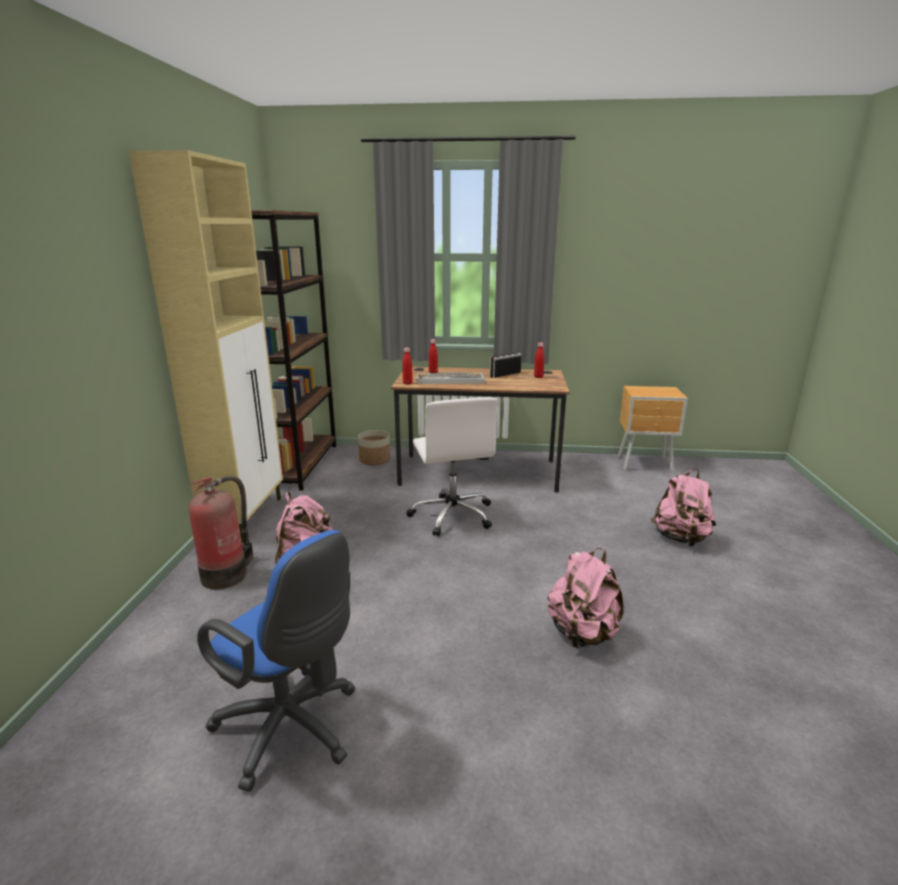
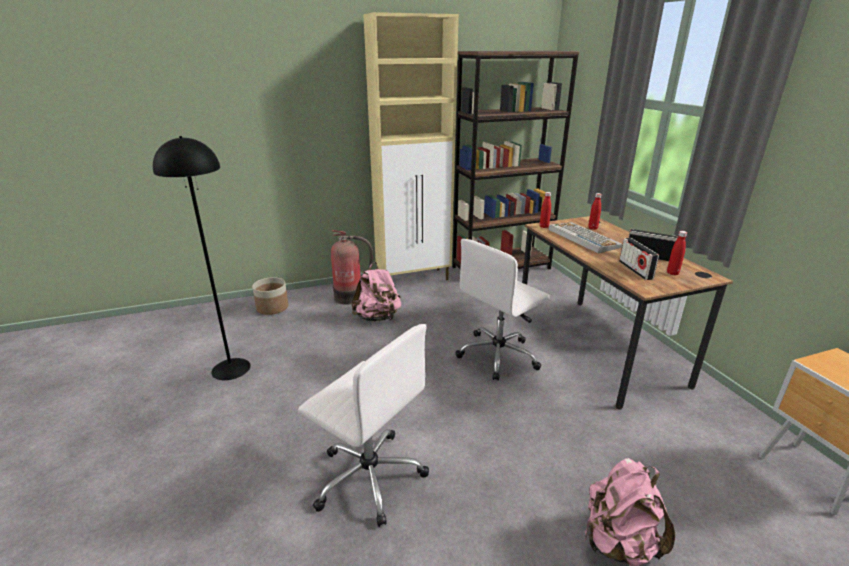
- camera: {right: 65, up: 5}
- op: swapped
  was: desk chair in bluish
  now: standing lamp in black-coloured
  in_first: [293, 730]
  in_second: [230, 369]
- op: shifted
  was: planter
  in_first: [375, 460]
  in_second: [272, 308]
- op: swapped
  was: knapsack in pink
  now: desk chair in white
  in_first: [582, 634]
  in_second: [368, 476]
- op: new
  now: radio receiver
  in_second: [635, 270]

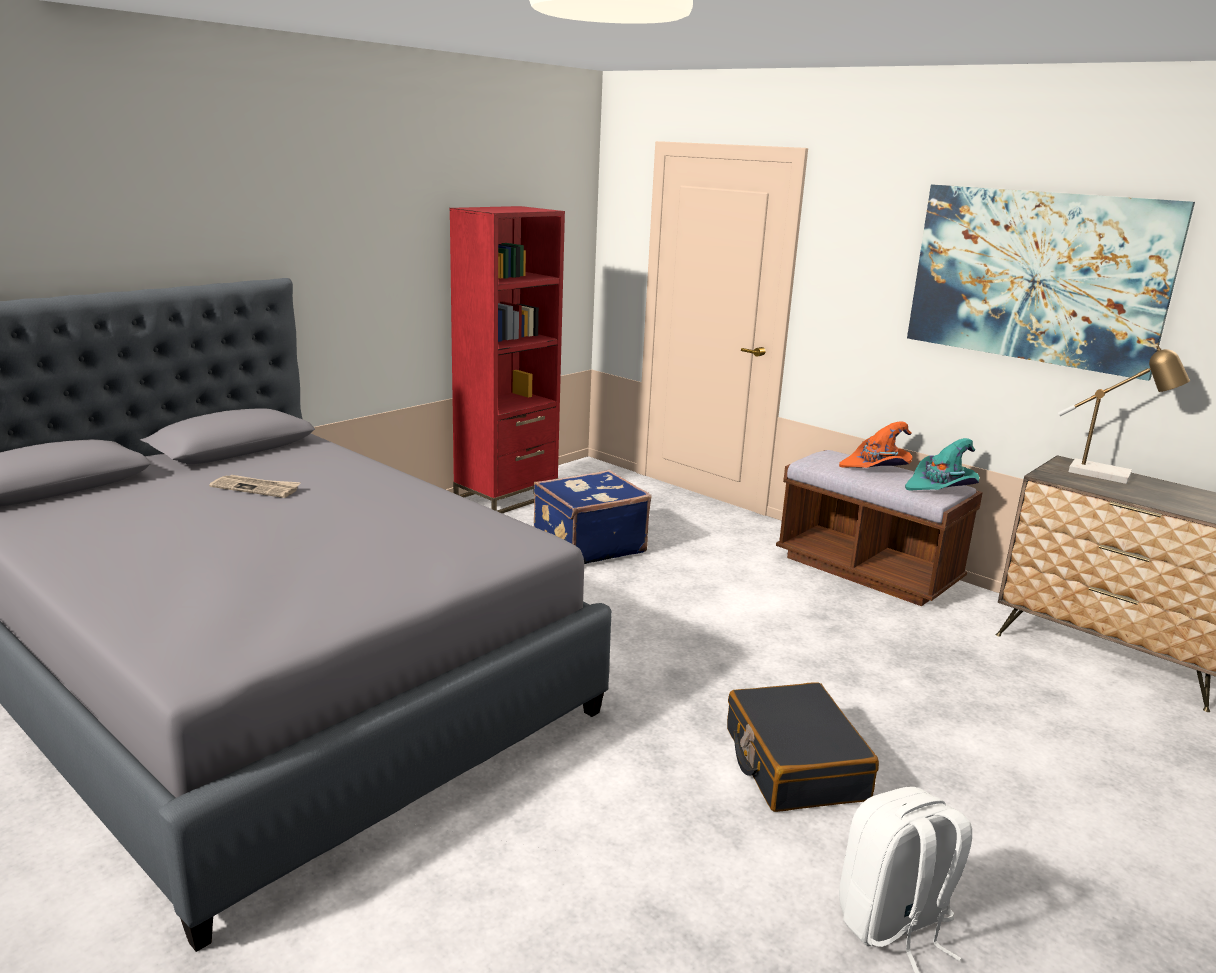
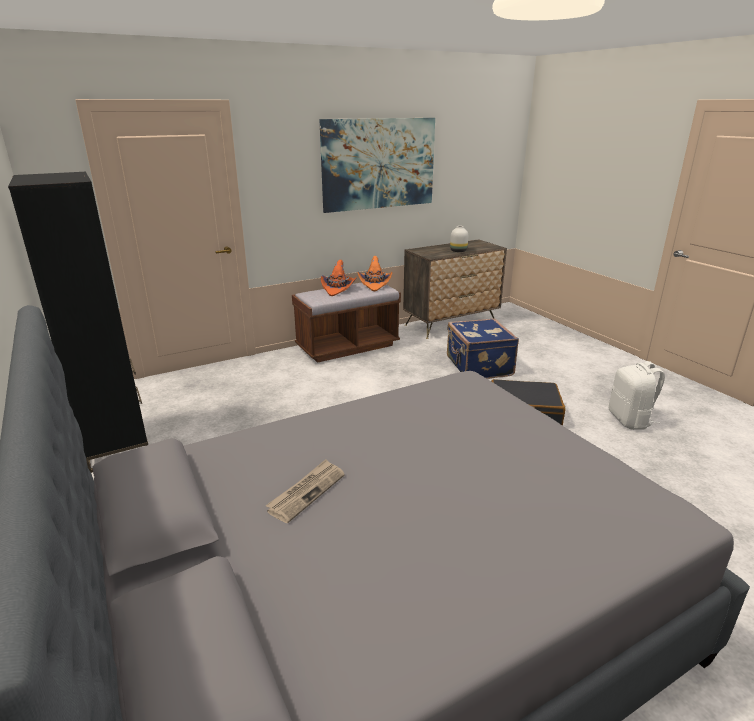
- camera: {right: -70, up: 5}
- op: repainted
  was: shelving unit in reddish
  now: shelving unit in black-coloured
  in_first: [506, 497]
  in_second: [116, 444]
- op: shifted
  was: piece of luggage in bluish
  in_first: [587, 546]
  in_second: [478, 367]
- op: repainted
  was: wearable hat in blue-green
  now: wearable hat in orangey
  in_first: [941, 487]
  in_second: [375, 284]
- op: gone
  was: table lamp
  in_first: [1108, 475]
- op: new
  now: decorative vase in white
  in_second: [458, 251]

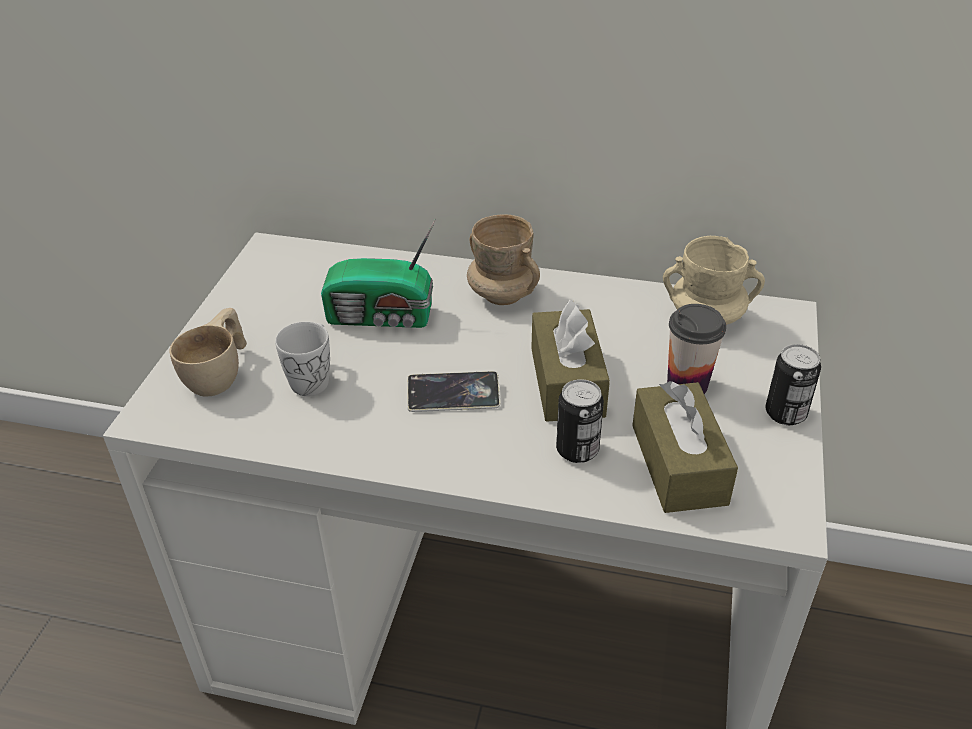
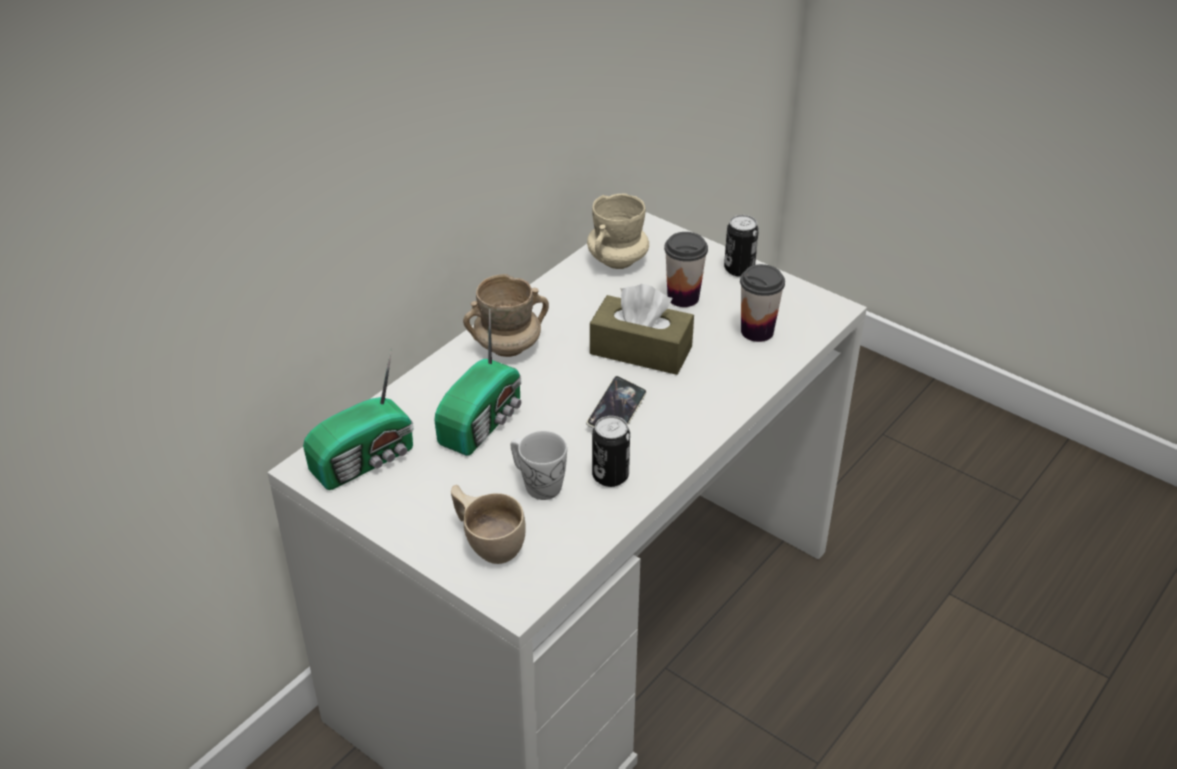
- camera: {right: -65, up: 0}
- op: shifted
  was: sealed can
  in_first: [577, 450]
  in_second: [610, 476]
- op: swapped
  was: box of tissues in brown-coloured
  now: cup
  in_first: [678, 464]
  in_second: [757, 331]
- op: new
  now: radio receiver
  in_second: [366, 460]

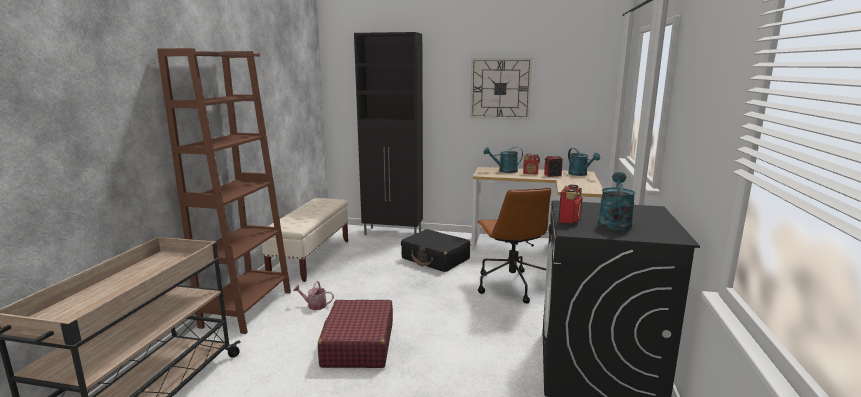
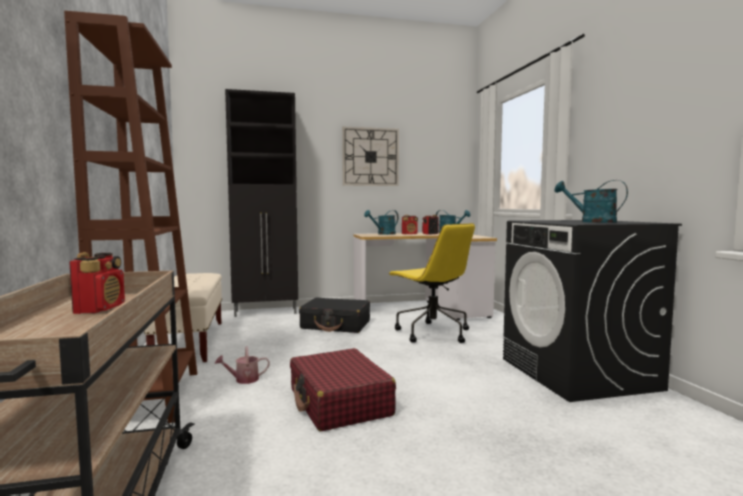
- camera: {right: -25, up: -10}
- op: repainted
  was: desk chair in brown-coloured
  now: desk chair in yellow
  in_first: [511, 285]
  in_second: [432, 333]
- op: shifted
  was: radio receiver
  in_first: [569, 220]
  in_second: [100, 309]
- op: rotated
  was: watering pot in blue-green
  in_first: [614, 222]
  in_second: [591, 222]
  clockwise: -45

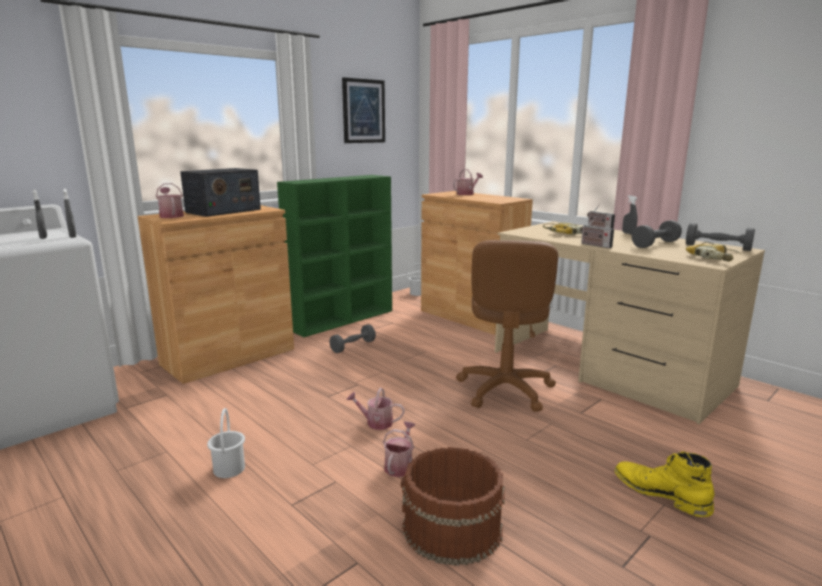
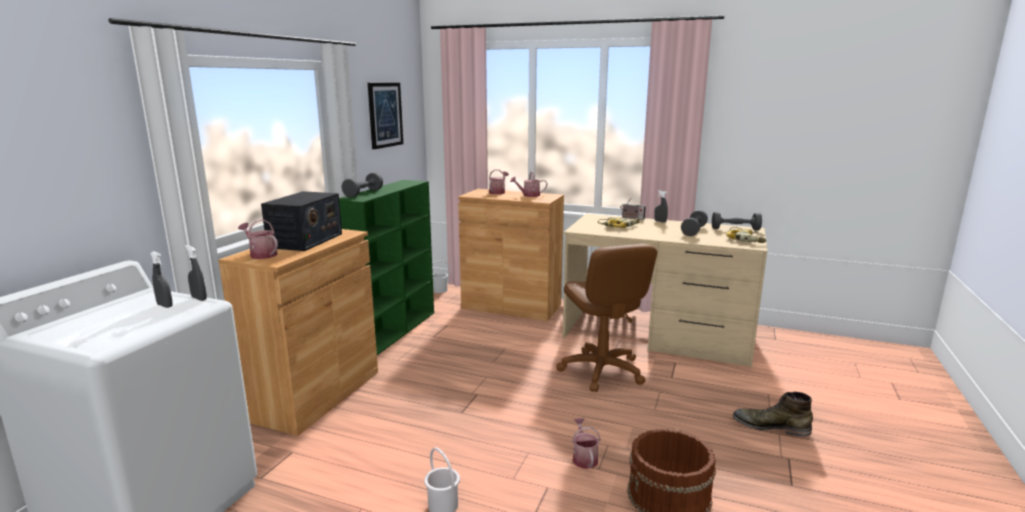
- camera: {right: -25, up: 0}
- op: shifted
  was: hand weight in greyish
  in_first: [353, 346]
  in_second: [363, 193]
- op: shifted
  was: watering pot
  in_first: [376, 422]
  in_second: [529, 195]
- op: gone
  was: radio receiver
  in_first: [594, 245]
- op: repainted
  was: boot in yellow
  now: boot in greenish
  in_first: [660, 493]
  in_second: [770, 426]

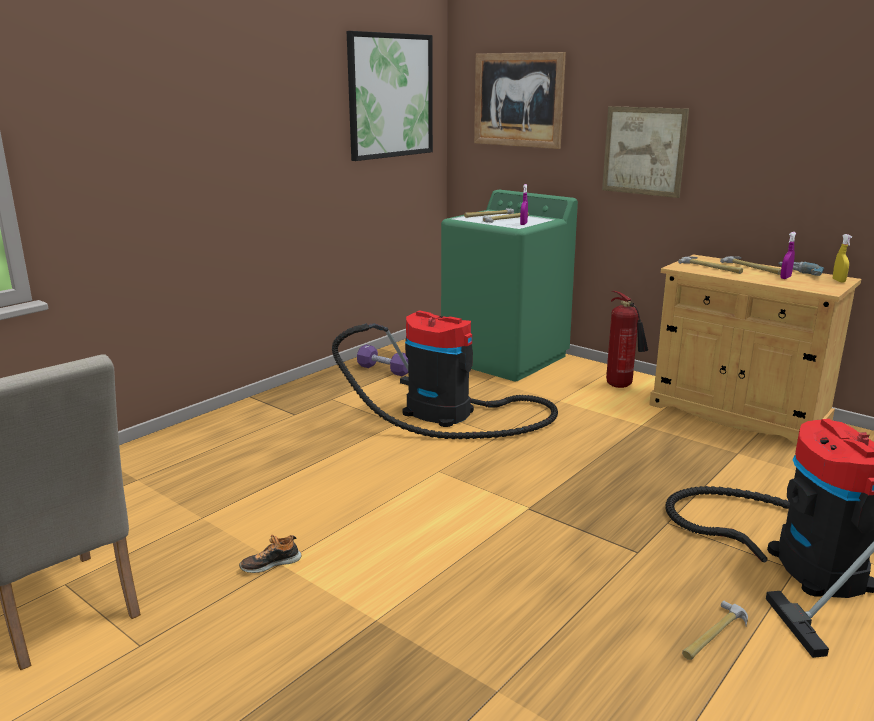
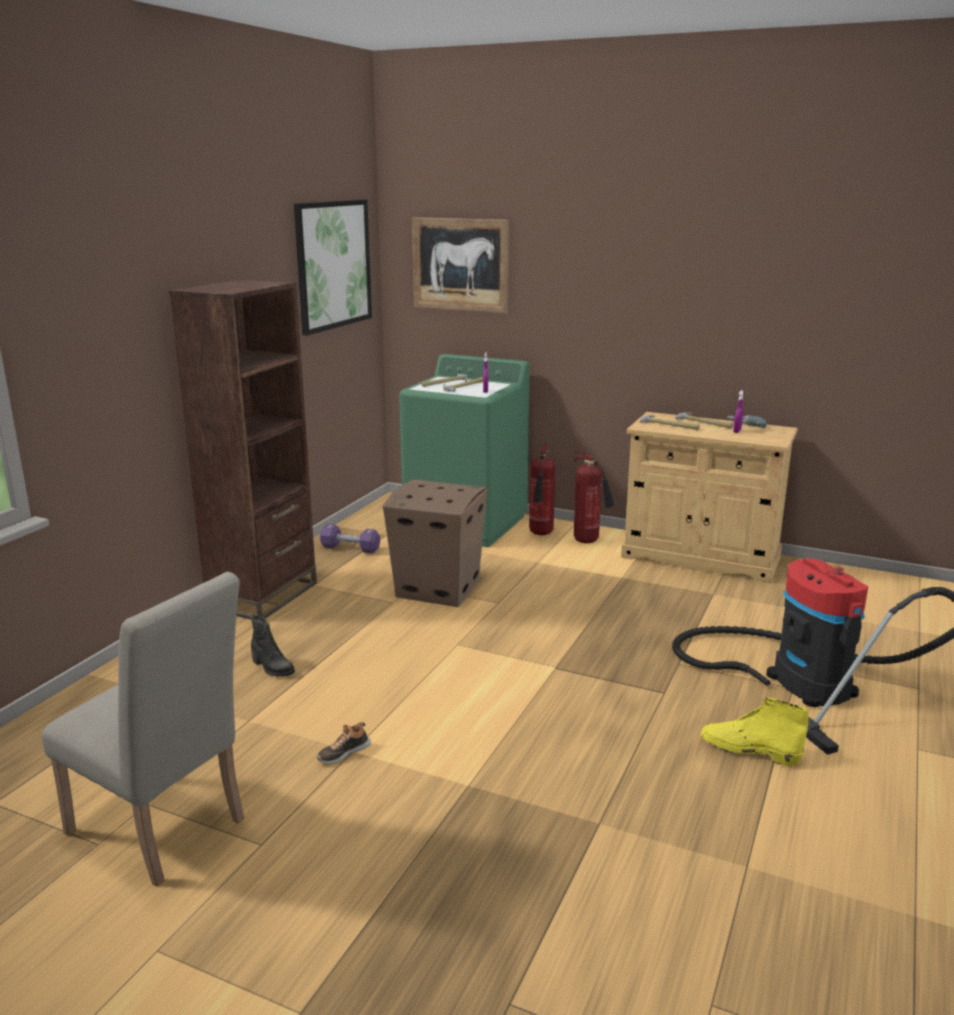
- camera: {right: -15, up: 0}
- op: swapped
  was: vacuum cleaner
  now: packing box
  in_first: [446, 414]
  in_second: [436, 588]
- op: gone
  was: picture
  in_first: [644, 151]
- op: swapped
  was: tool hammer
  now: boot in yellow
  in_first: [713, 634]
  in_second: [749, 750]
- op: gone
  was: hand sprayer in yellow
  in_first: [838, 281]
- op: new
  now: shelving unit in brown-coloured
  in_second: [263, 595]
- op: new
  now: boot in black-coloured
  in_second: [272, 668]
- op: new
  now: fire extinguisher
  in_second: [541, 534]

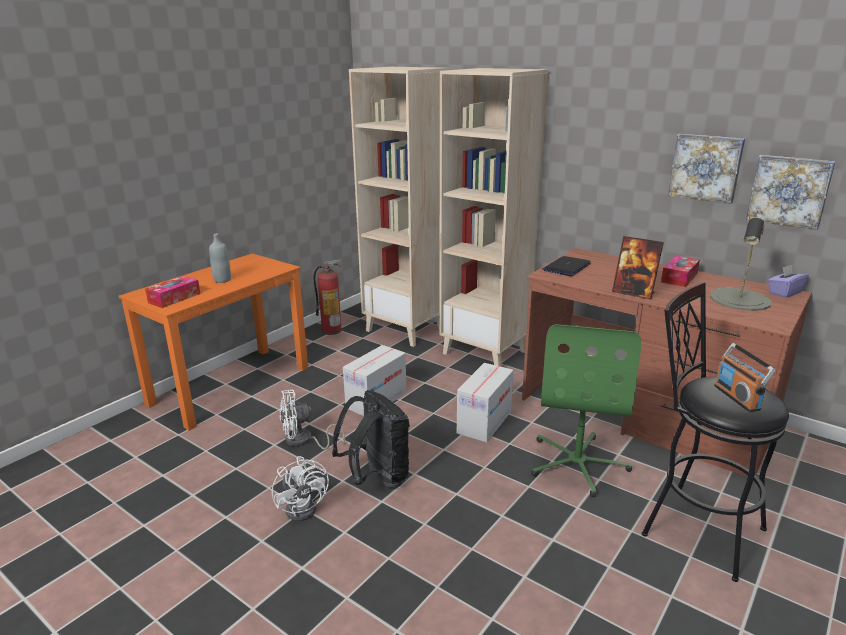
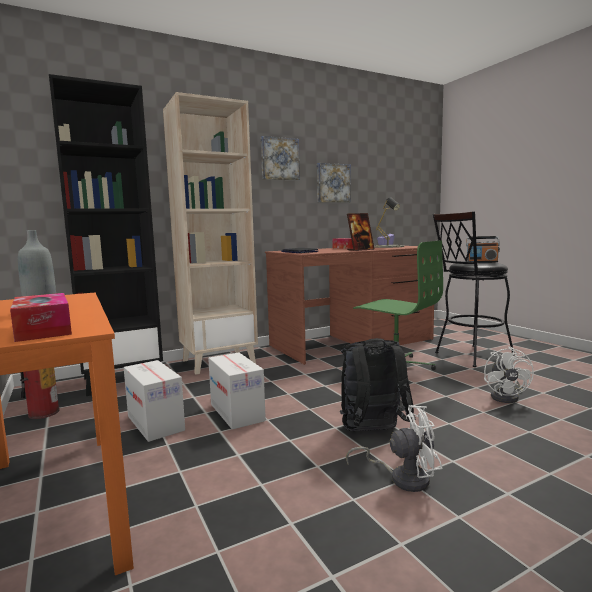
- camera: {right: -65, up: -15}
- op: shifted
  was: fan in white
  in_first: [303, 441]
  in_second: [507, 397]
- op: repainted
  was: shelving unit in beige
  now: shelving unit in black-coloured
  in_first: [405, 330]
  in_second: [123, 380]
- op: shifted
  was: packing box
  in_first: [484, 422]
  in_second: [155, 423]
- op: shifted
  was: picture
  in_first: [789, 191]
  in_second: [279, 159]

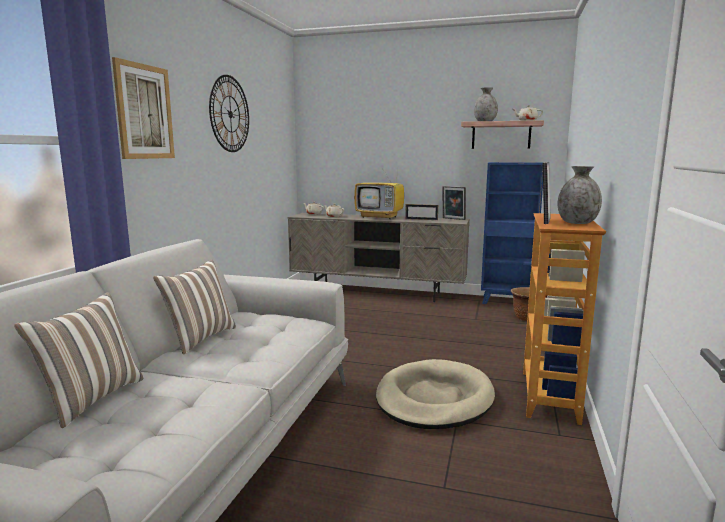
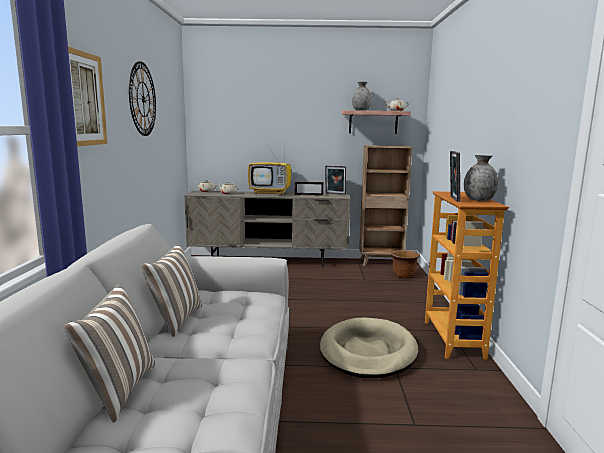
- camera: {right: -15, up: 0}
- op: repainted
  was: shelving unit in bluish
  now: shelving unit in brown-coloured
  in_first: [506, 302]
  in_second: [381, 263]

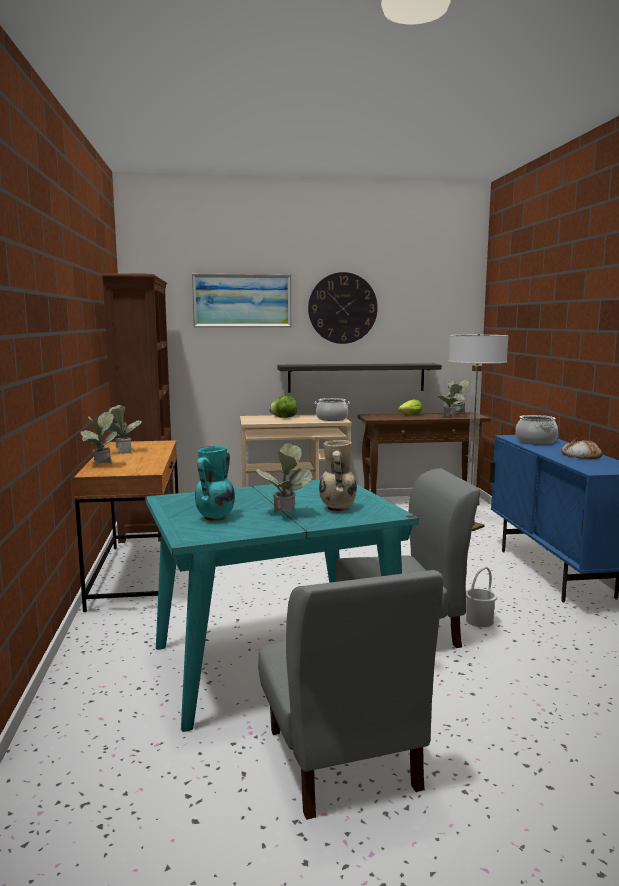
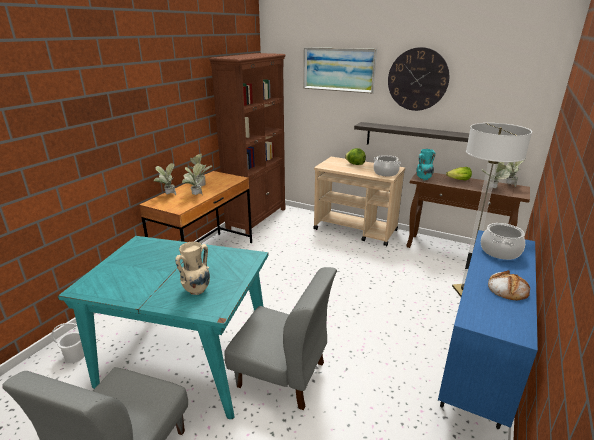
- camera: {right: 35, up: 15}
- op: shifted
  was: decorative vase in blue-green
  in_first: [214, 518]
  in_second: [423, 179]
- op: shifted
  was: potted plant
  in_first: [284, 515]
  in_second: [195, 196]
- op: shifted
  was: pail in white
  in_first: [479, 621]
  in_second: [75, 355]

